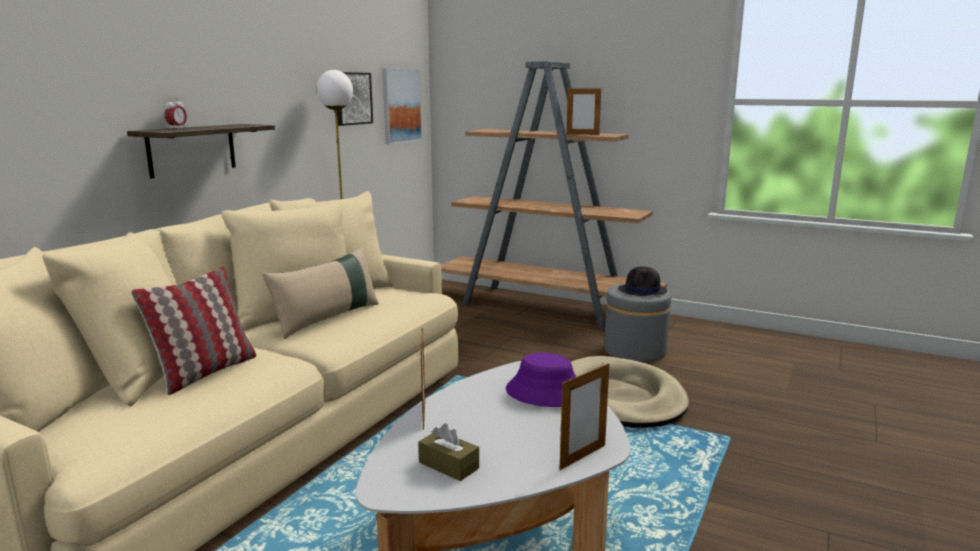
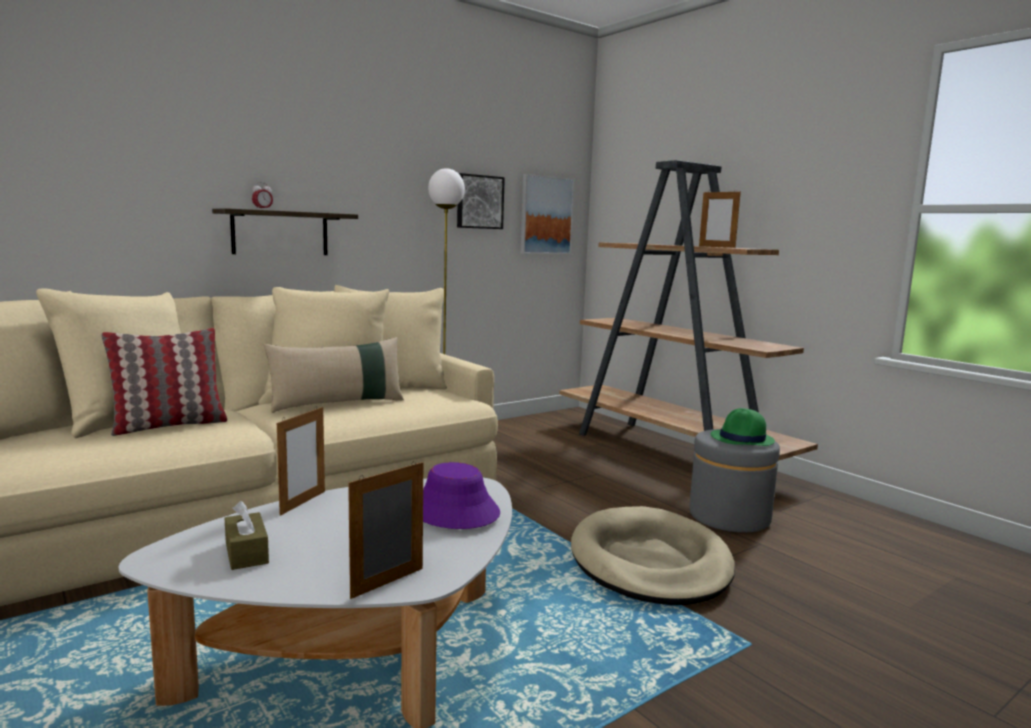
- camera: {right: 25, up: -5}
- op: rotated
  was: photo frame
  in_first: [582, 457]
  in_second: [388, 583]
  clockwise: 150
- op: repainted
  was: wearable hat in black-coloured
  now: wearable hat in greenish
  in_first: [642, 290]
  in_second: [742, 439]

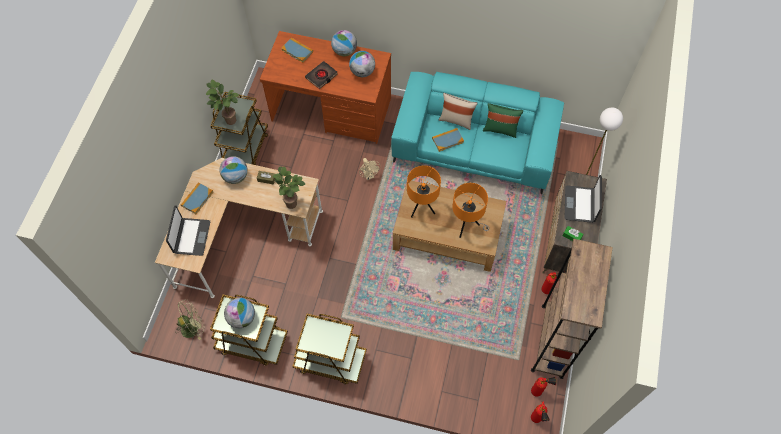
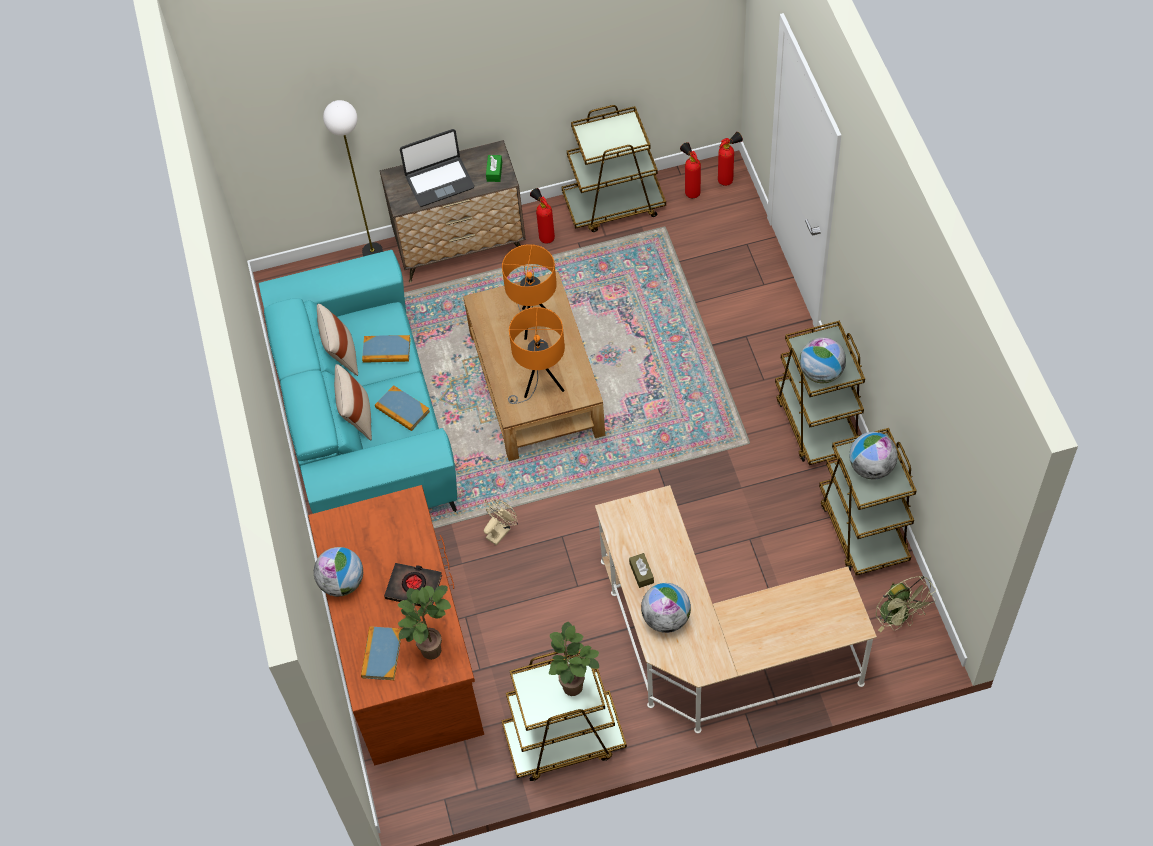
- camera: {right: -115, up: -5}
- op: gone
  was: notebook computer
  in_first: [191, 237]
- op: rotated
  was: fan in greenish
  in_first: [193, 327]
  in_second: [899, 617]
  clockwise: -150
- op: shifted
  was: volume
  in_first: [197, 199]
  in_second: [386, 350]
- op: shifted
  was: potted plant
  in_first: [293, 204]
  in_second: [431, 646]
- op: shifted
  was: world globe
  in_first: [362, 72]
  in_second: [821, 373]
- op: repainted
  was: throw pillow in greenish
  now: throw pillow in beige
  in_first: [500, 129]
  in_second: [341, 355]
- op: swapped
  was: shelving unit in brown-coloured
  now: cart in brown-coloured
  in_first: [552, 341]
  in_second: [614, 204]

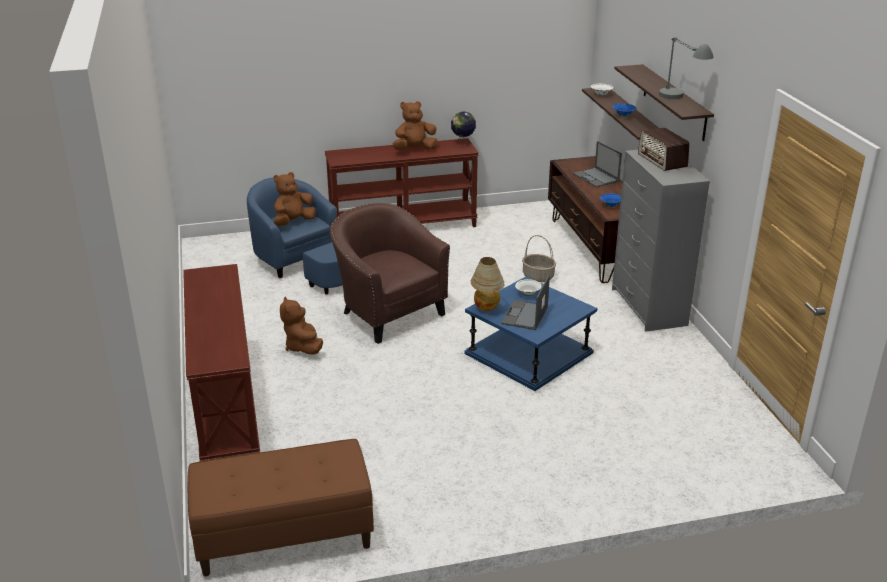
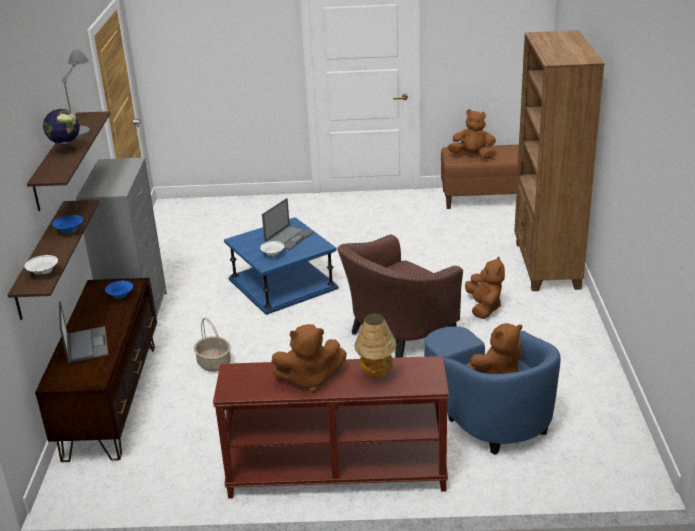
- camera: {right: -165, up: 0}
- op: swapped
  was: console table in brown-coloured
  now: shelving unit in brown-coloured
  in_first: [225, 407]
  in_second: [546, 265]
- op: rotated
  was: armchair in brown-coloured
  in_first: [387, 313]
  in_second: [396, 335]
  clockwise: 75
- op: shifted
  was: world globe
  in_first: [463, 142]
  in_second: [66, 151]
- op: shifted
  was: table lamp
  in_first: [486, 308]
  in_second: [376, 375]
- op: gone
  was: radio receiver
  in_first: [662, 160]
- op: new
  now: cuddly toy in brown-coloured
  in_second: [472, 156]

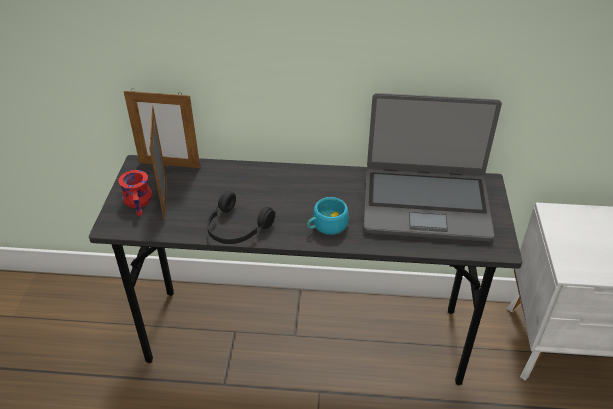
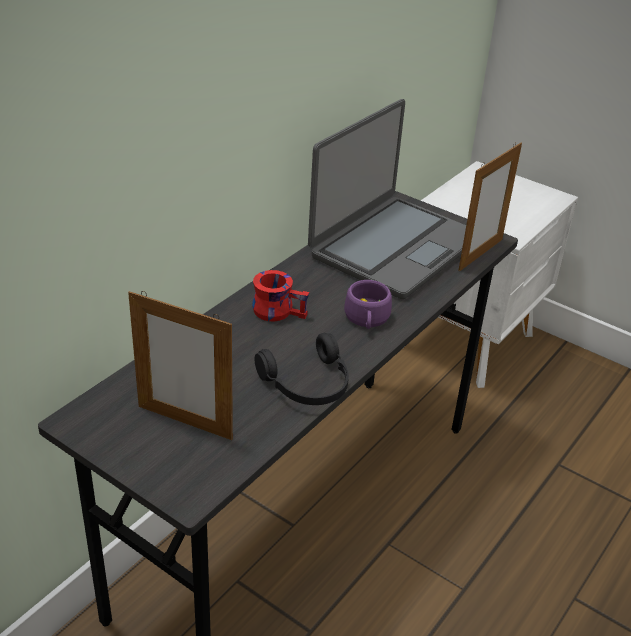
- camera: {right: -60, up: -5}
- op: shifted
  was: coffee mug in reddish
  in_first: [140, 201]
  in_second: [279, 310]
- op: shifted
  was: photo frame
  in_first: [169, 165]
  in_second: [480, 254]
- op: repainted
  was: cup in blue-green
  now: cup in purple-coloured
  in_first: [326, 226]
  in_second: [367, 319]

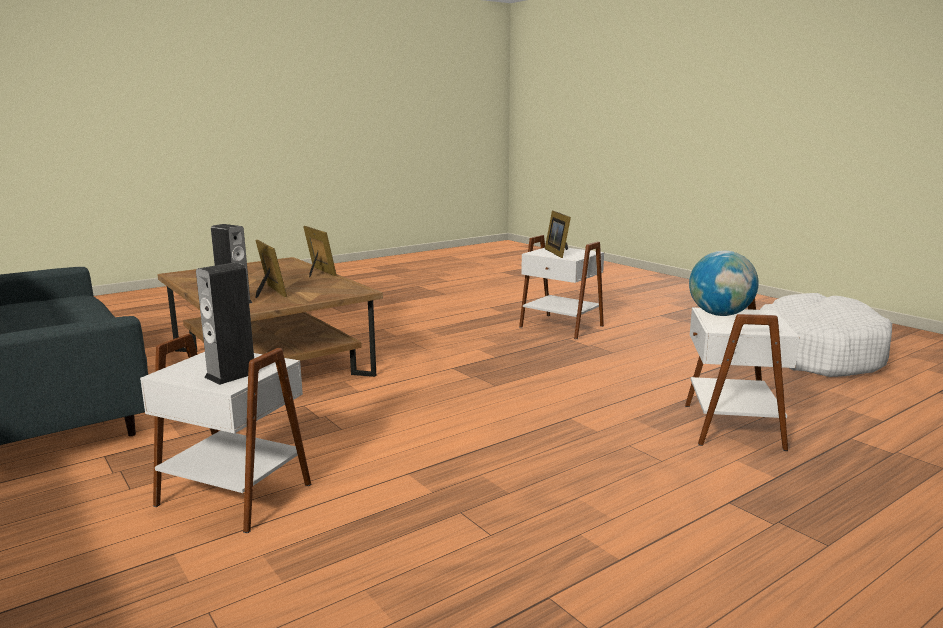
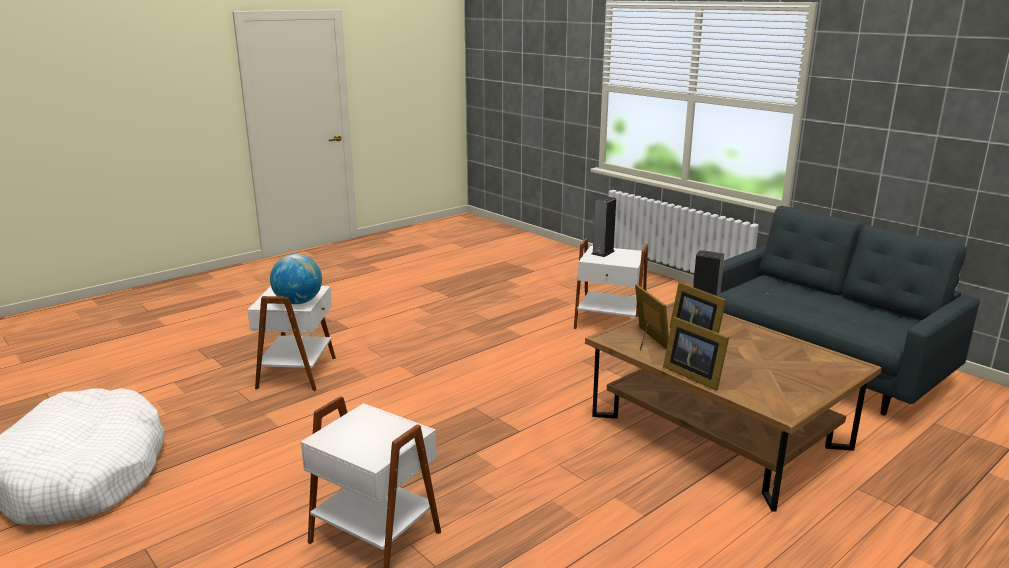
- camera: {right: 175, up: 5}
- op: shifted
  was: photo frame
  in_first: [558, 252]
  in_second: [648, 340]

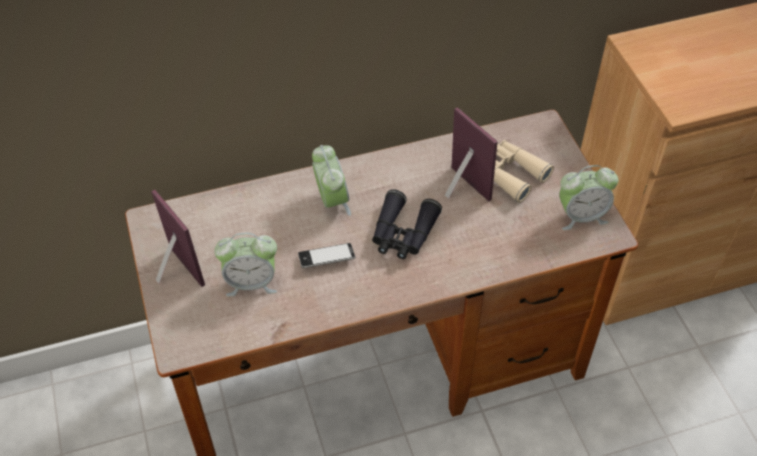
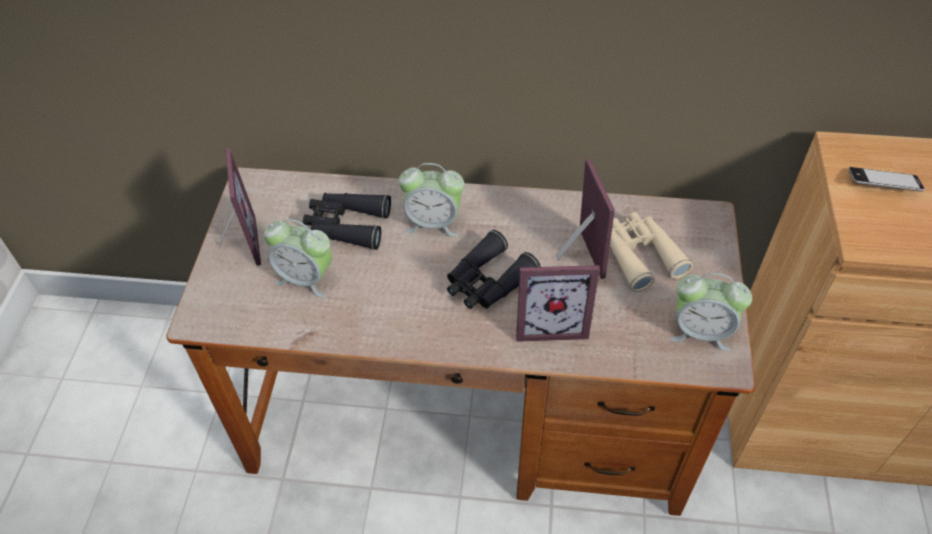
- camera: {right: 25, up: 0}
- op: shifted
  was: phone
  in_first: [326, 258]
  in_second: [883, 183]
- op: rotated
  was: alarm clock
  in_first: [331, 201]
  in_second: [433, 222]
  clockwise: 90
- op: new
  now: binoculars in black-coloured
  in_second: [346, 225]
- op: new
  now: photo frame
  in_second: [550, 323]

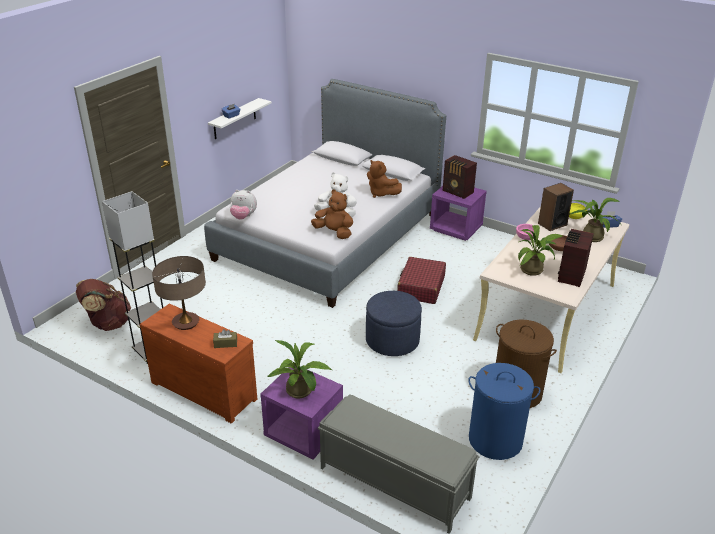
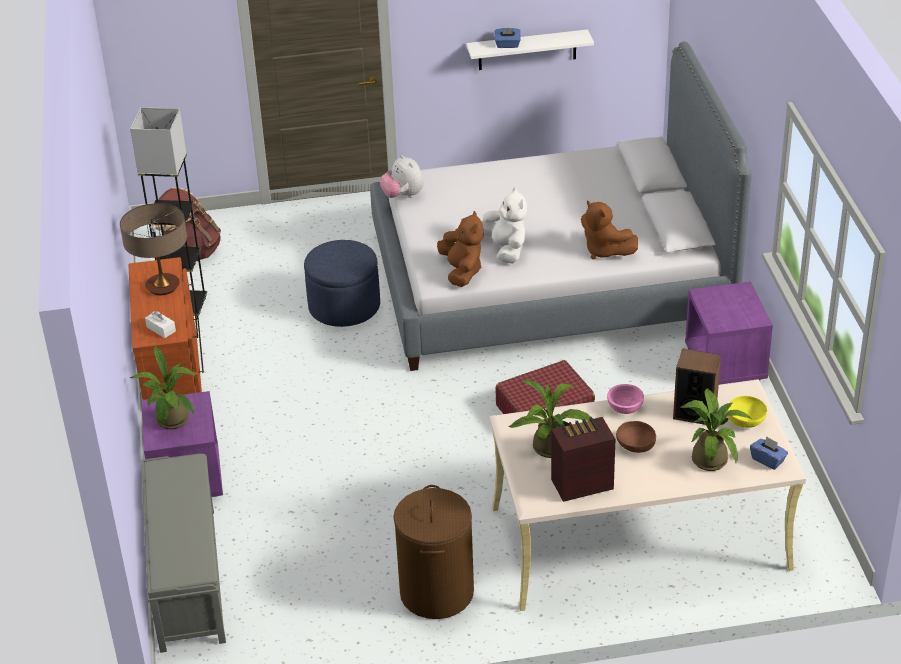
- camera: {right: 50, up: 5}
- op: repainted
  was: box of tissues in brown-coloured
  now: box of tissues in white
  in_first: [225, 343]
  in_second: [161, 329]
- op: shifted
  was: footrest in bluish
  in_first: [392, 340]
  in_second: [344, 306]
- op: rotated
  was: cuddly toy in brown-coloured
  in_first: [381, 193]
  in_second: [604, 251]
  clockwise: -45
- op: gone
  was: radio receiver
  in_first: [458, 192]
- op: gone
  was: laundry basket in bluish
  in_first: [495, 440]

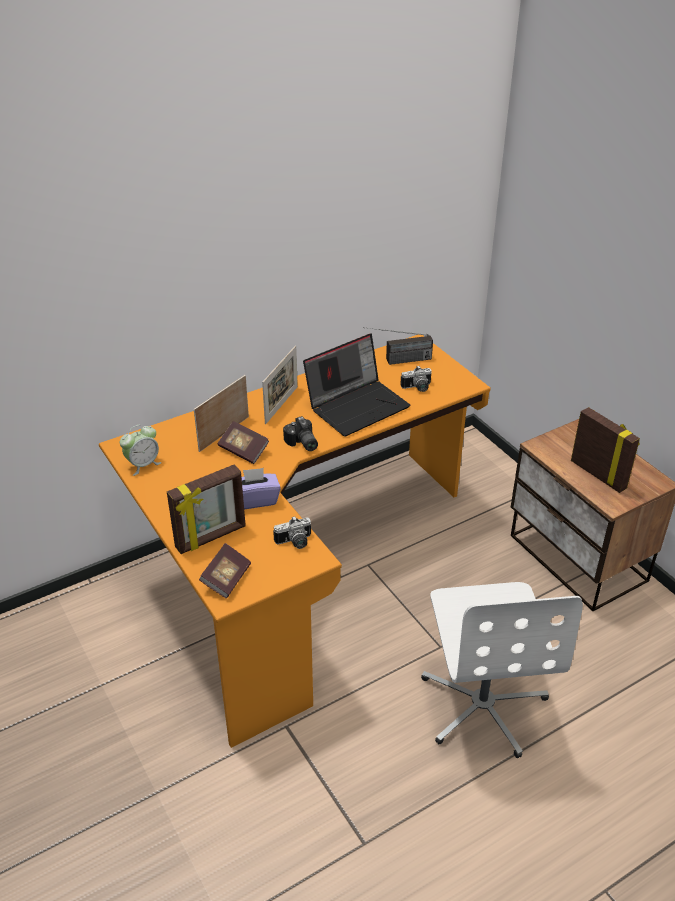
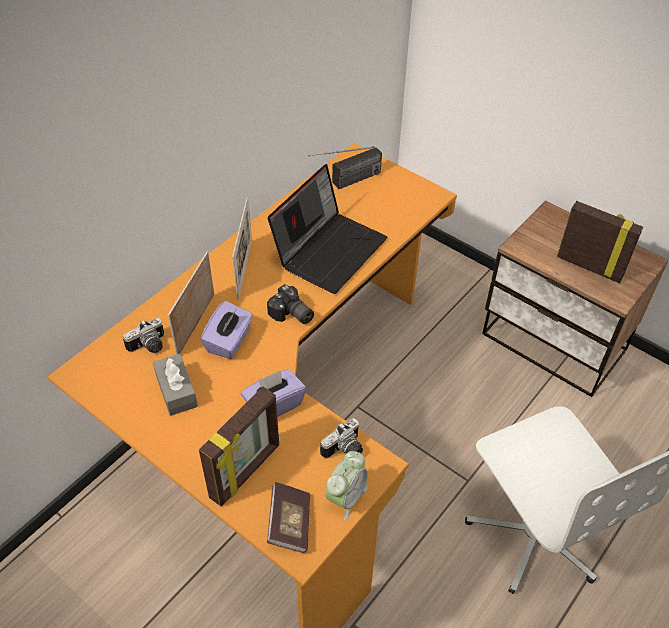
- camera: {right: -20, up: 10}
- op: shifted
  was: alarm clock
  in_first: [143, 464]
  in_second: [346, 497]
- op: swapped
  was: volume
  now: box of tissues in purple-coloured
  in_first: [243, 450]
  in_second: [229, 341]
- op: shifted
  was: photo camera
  in_first: [417, 388]
  in_second: [149, 346]
- op: new
  now: box of tissues in greyish
  in_second: [176, 391]

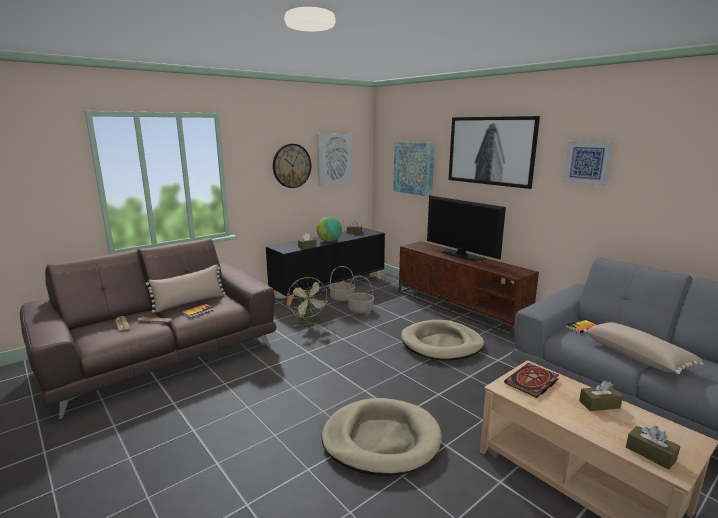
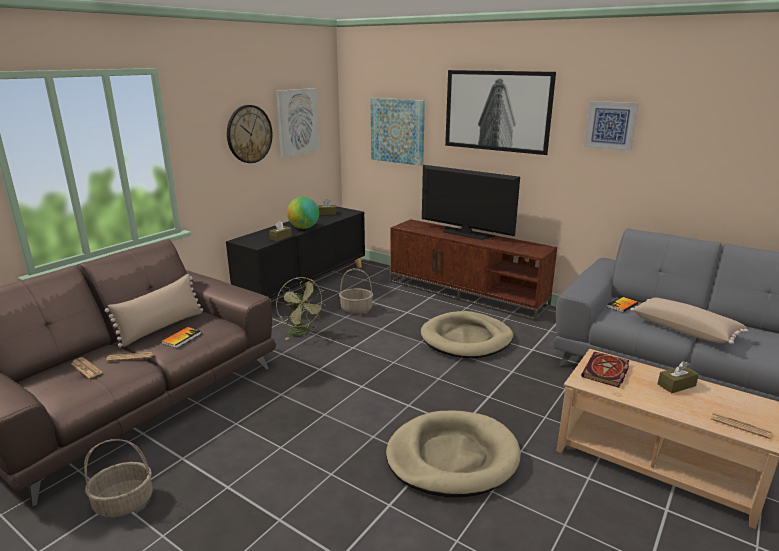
- camera: {right: -15, up: 5}
- op: shifted
  was: household basket
  in_first: [342, 298]
  in_second: [123, 503]
- op: swapped
  was: box of tissues in brown-coloured
  now: newspaper
  in_first: [650, 453]
  in_second: [740, 426]

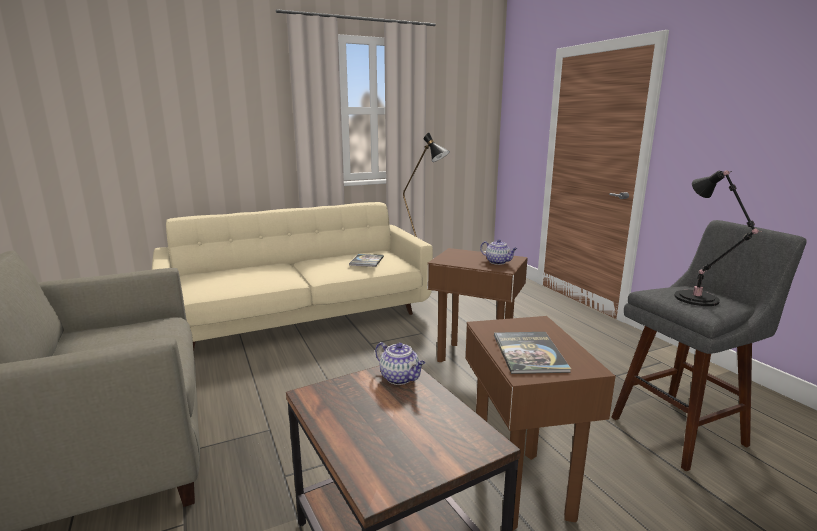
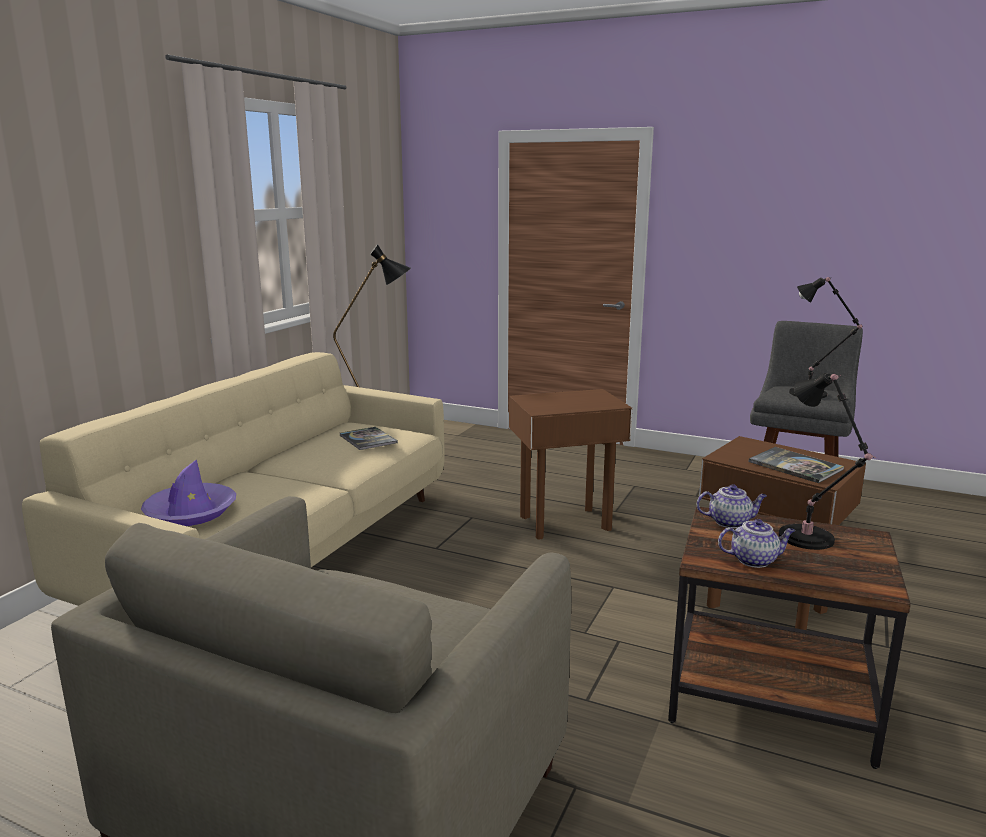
- camera: {right: -40, up: 0}
- op: shifted
  was: teapot
  in_first: [498, 262]
  in_second: [754, 560]
- op: new
  now: wearable hat in purple-coloured
  in_second: [190, 512]
- op: new
  now: table lamp in black-coloured
  in_second: [809, 539]

